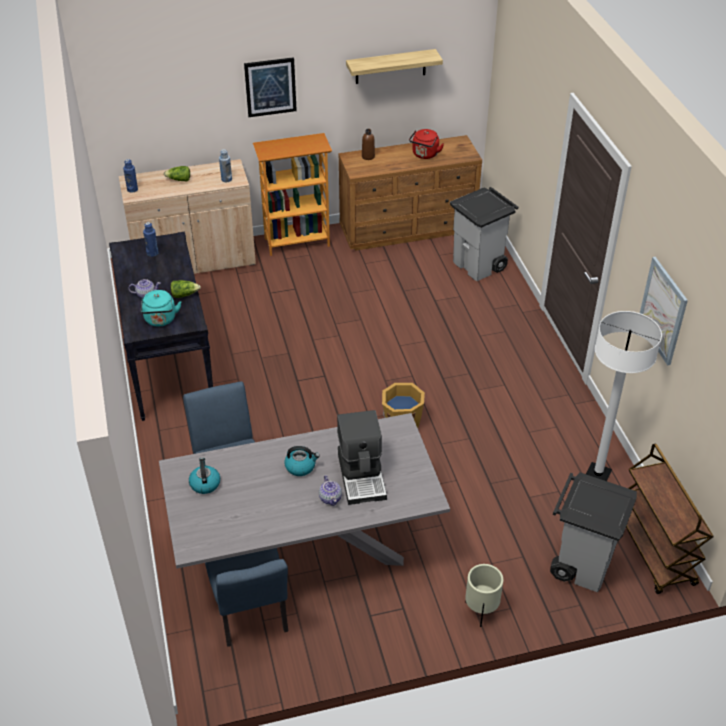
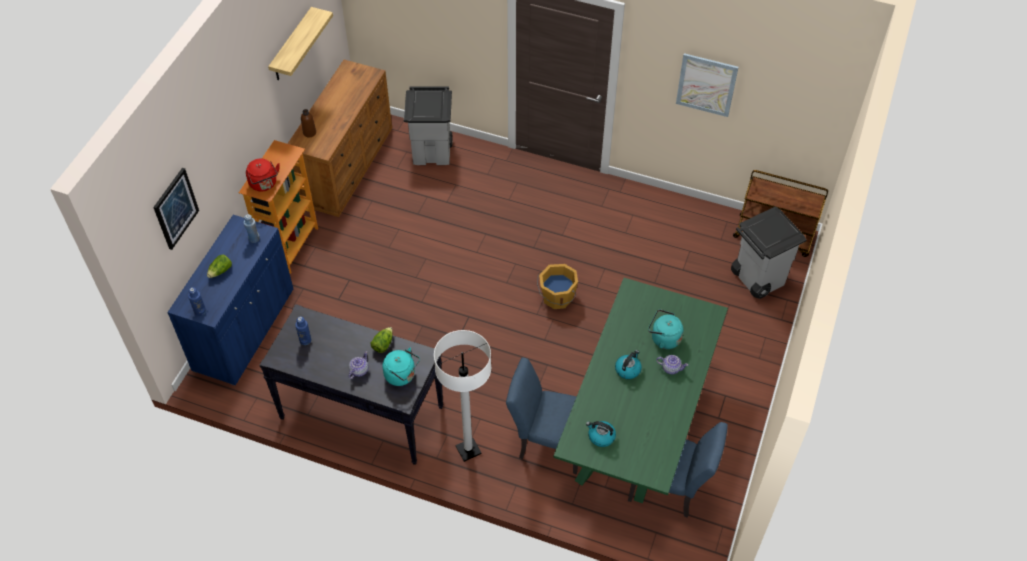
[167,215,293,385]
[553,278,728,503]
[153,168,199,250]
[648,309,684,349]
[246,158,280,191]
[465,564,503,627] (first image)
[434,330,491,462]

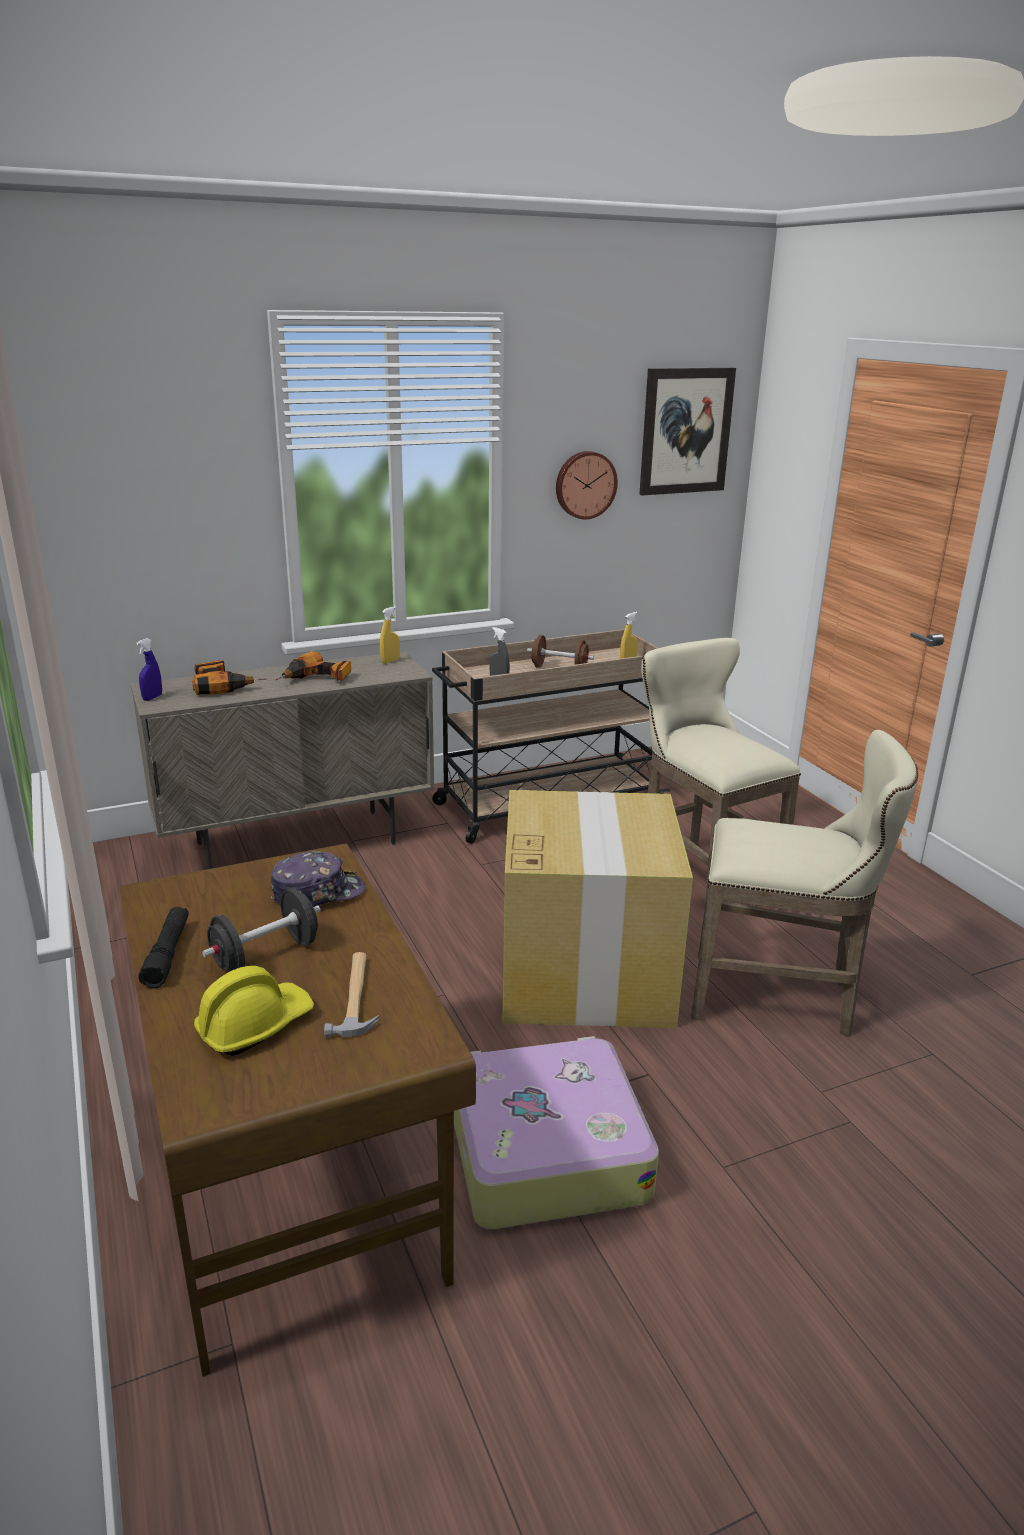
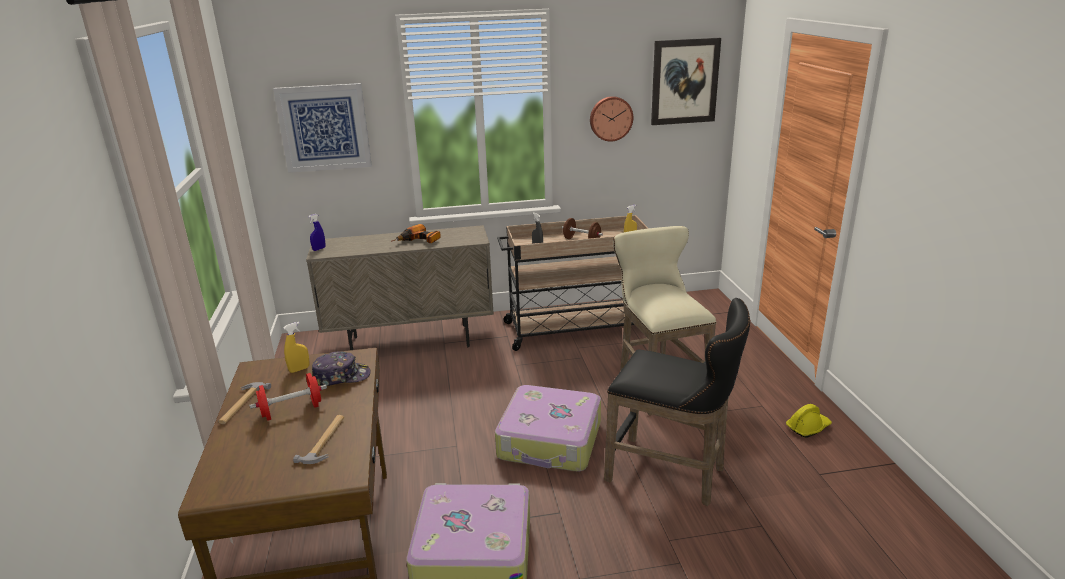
[218,382,271,424]
[192,660,267,695] (first image)
[786,404,832,438]
[249,373,327,421]
[284,322,310,373]
[495,385,601,471]
[604,298,750,506]
[273,83,372,173]

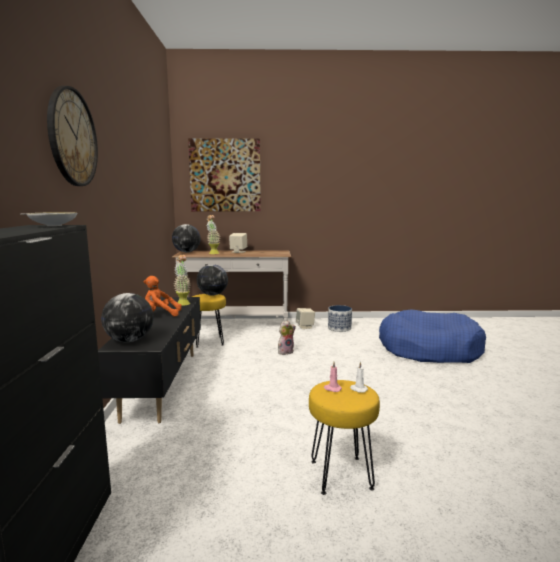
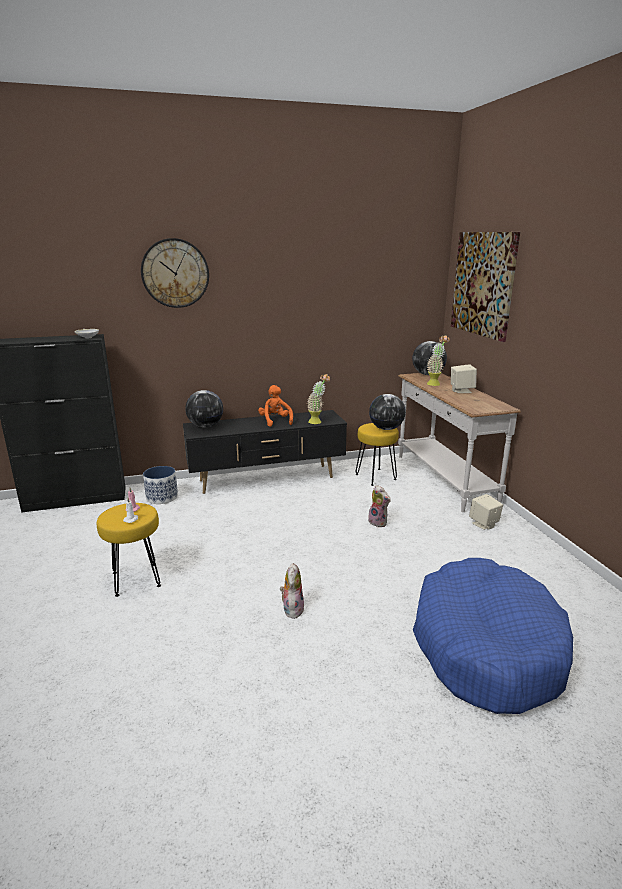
[143,466,178,504]
[280,563,304,619]

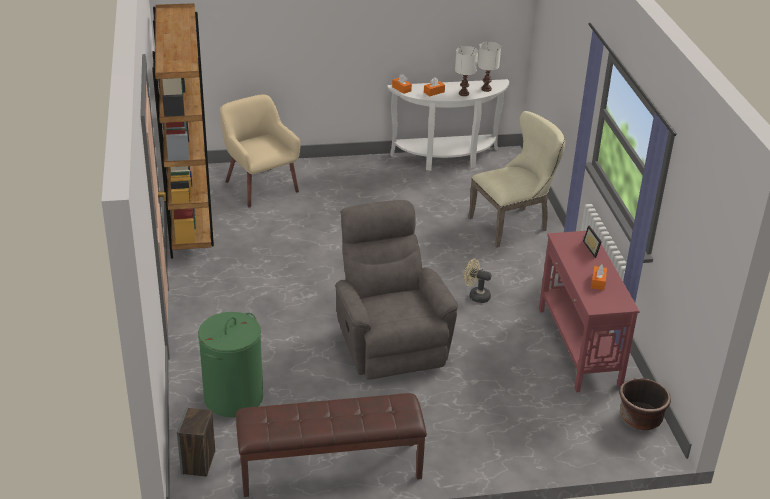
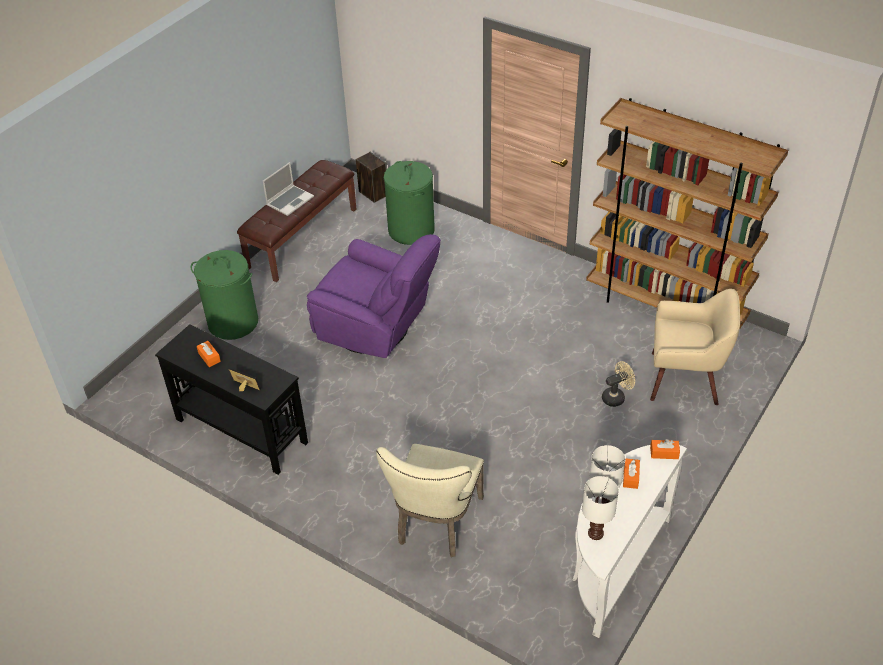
[307,234,441,358]
[602,361,635,407]
[155,324,308,475]
[619,378,671,430] (first image)
[191,250,258,340]
[263,162,314,216]

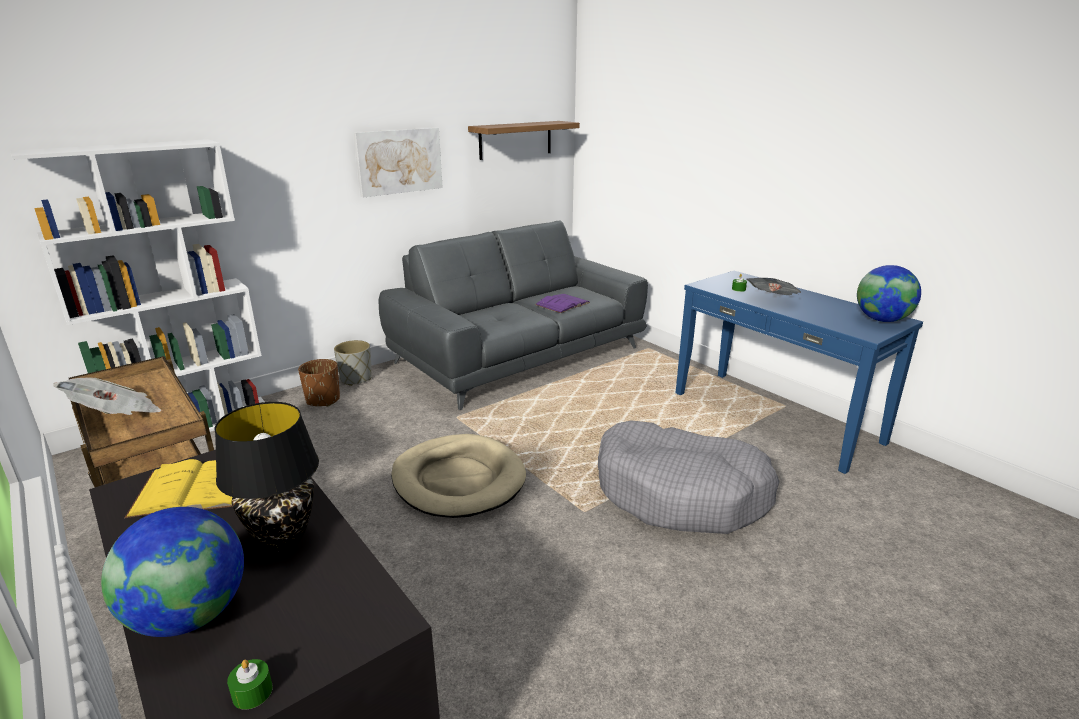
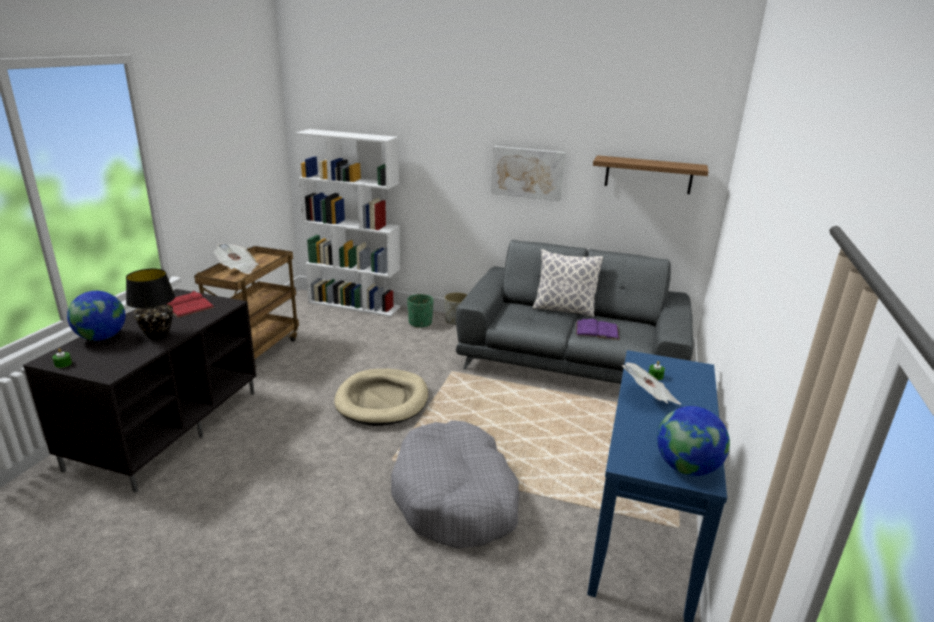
[167,291,215,318]
[407,294,434,328]
[533,249,603,317]

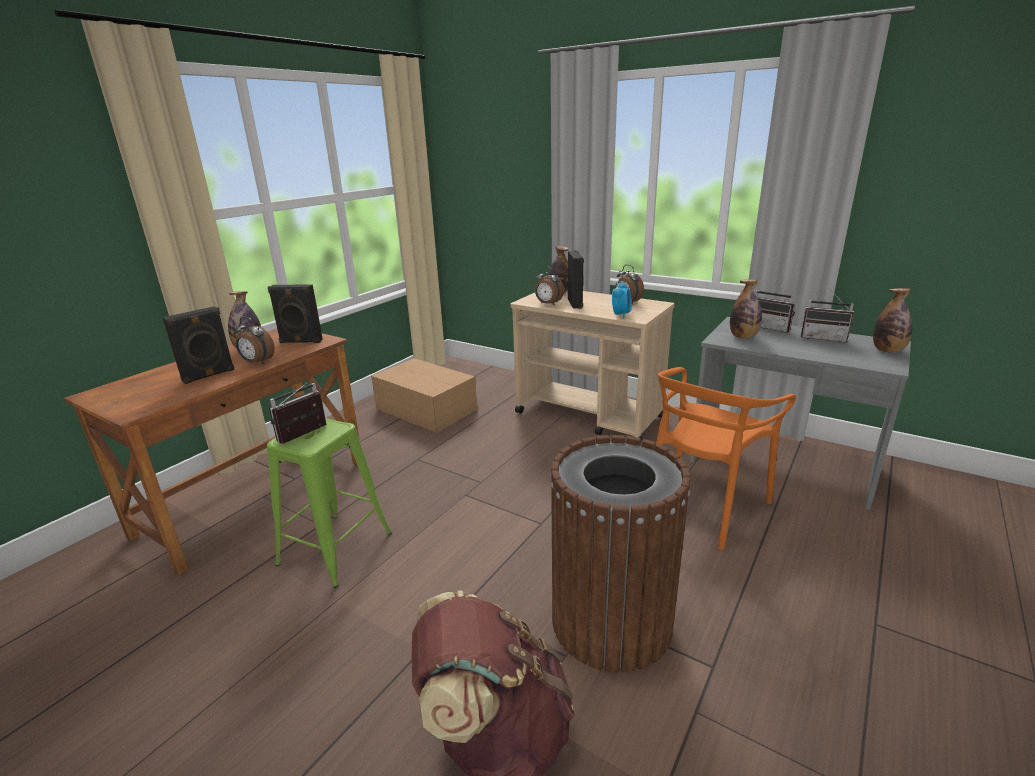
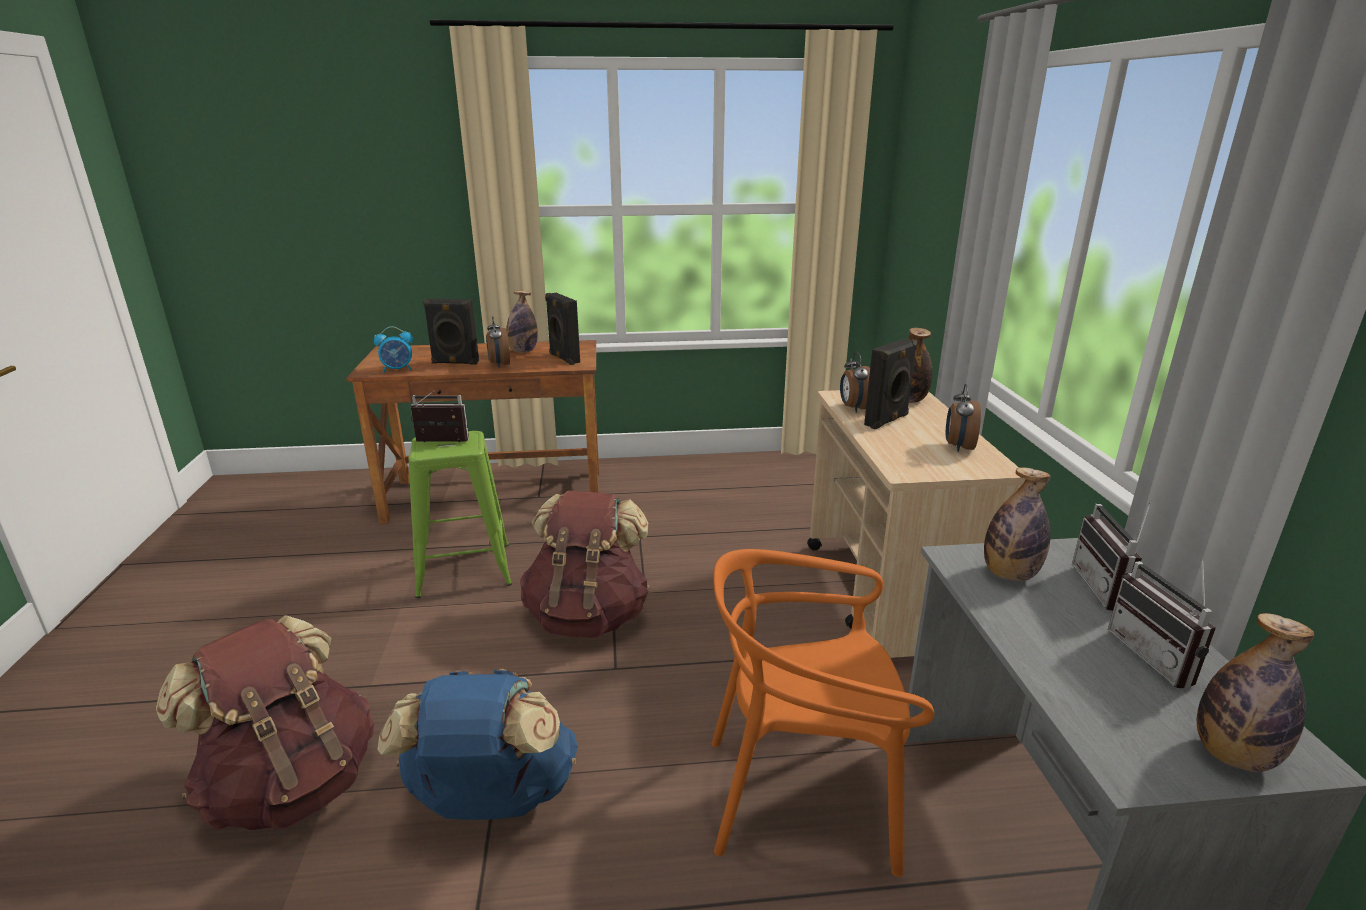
[371,358,477,433] (first image)
[377,669,578,820]
[374,326,413,373]
[520,491,650,638]

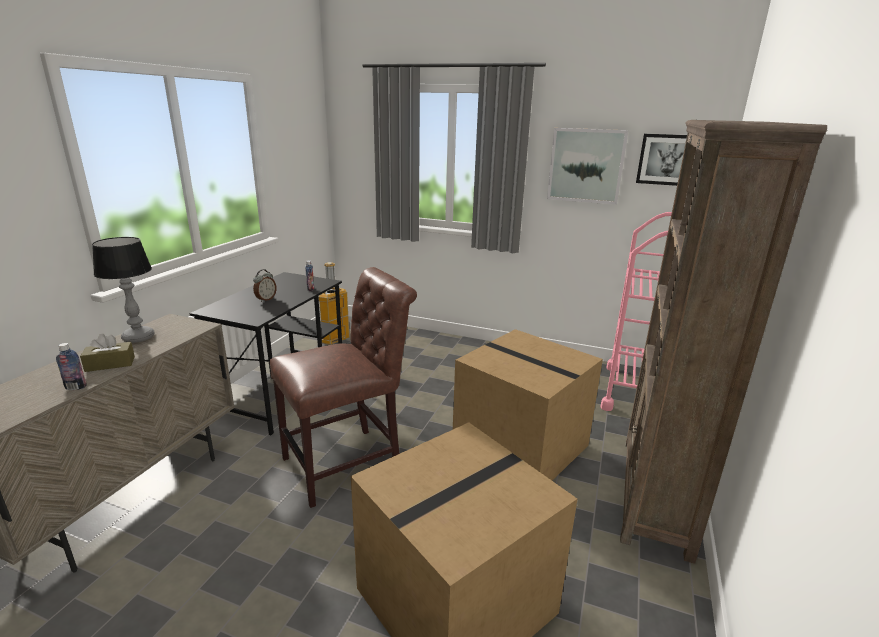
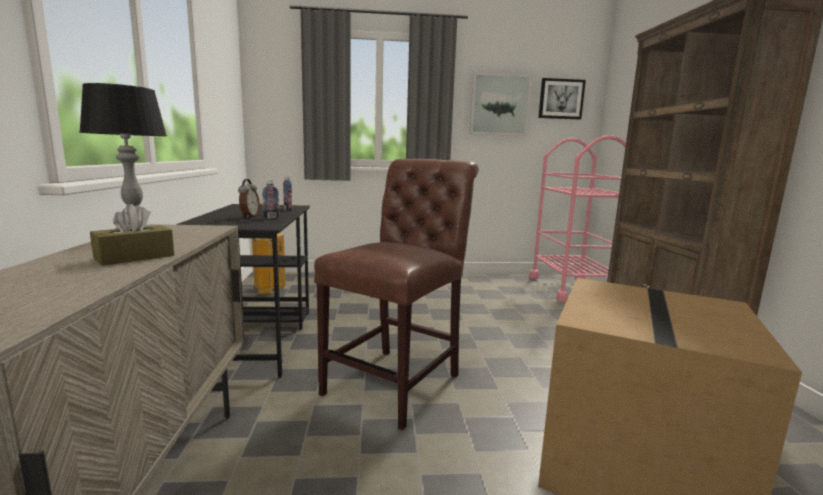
[262,180,280,219]
[453,329,603,481] (first image)

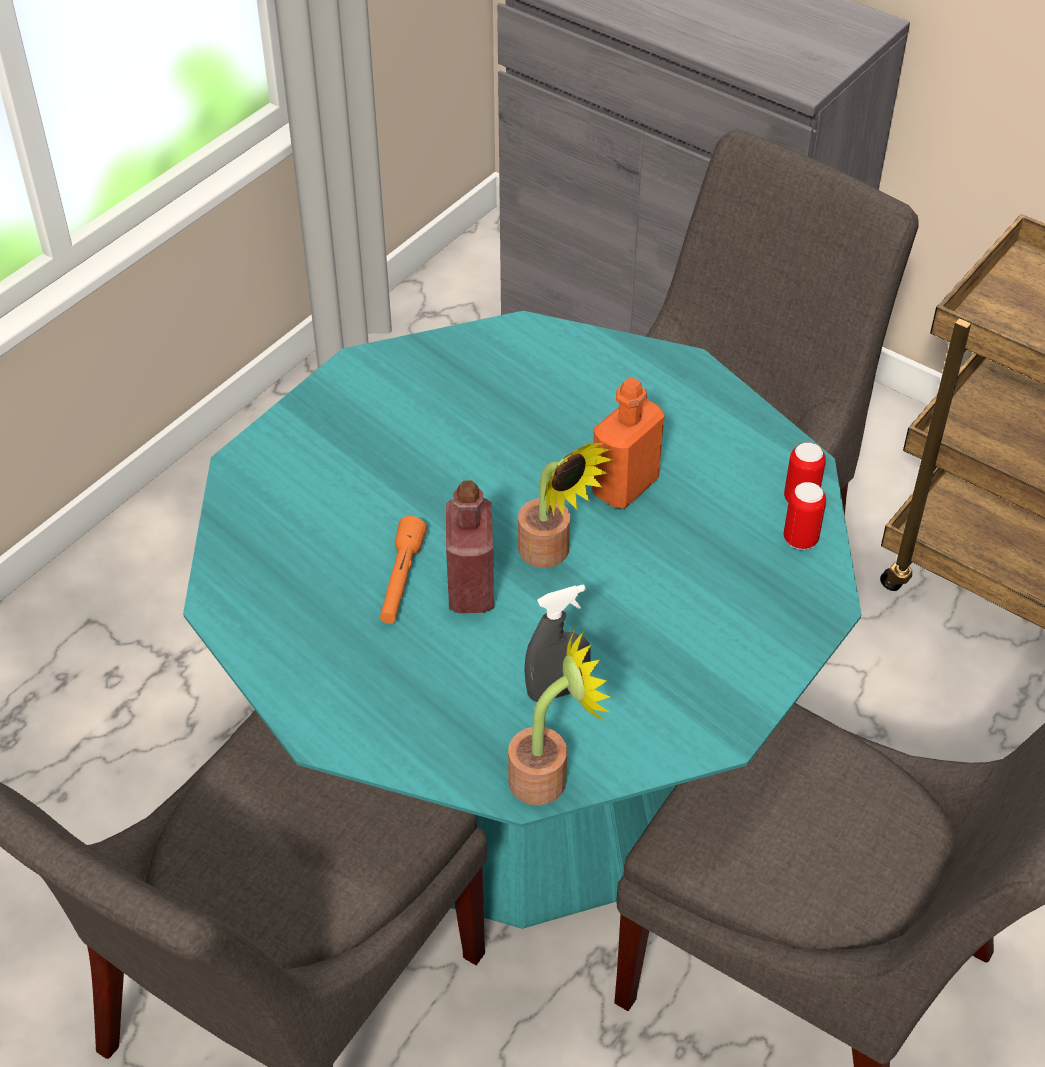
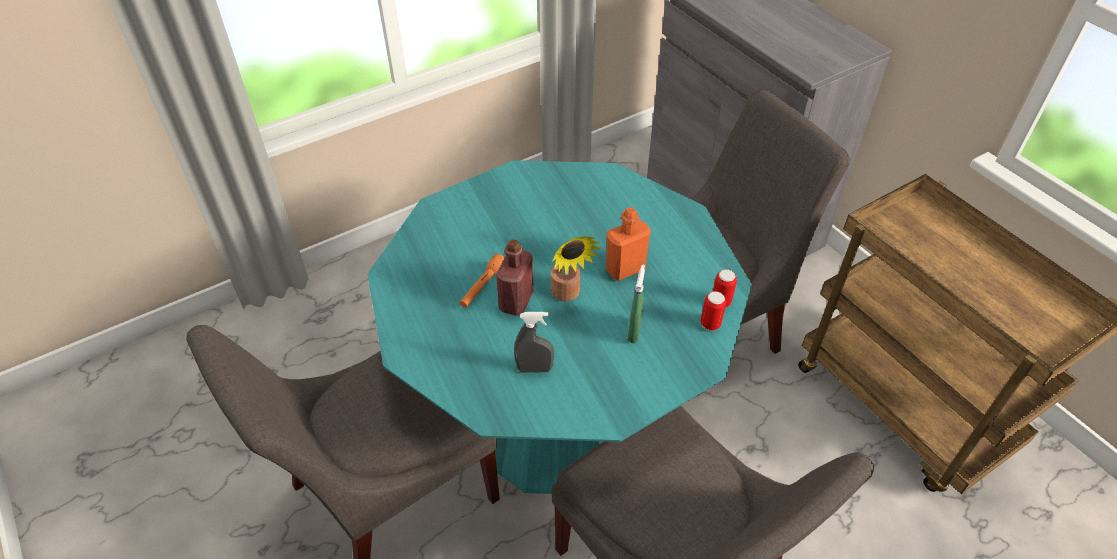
[508,629,611,805] (first image)
[628,265,645,343]

